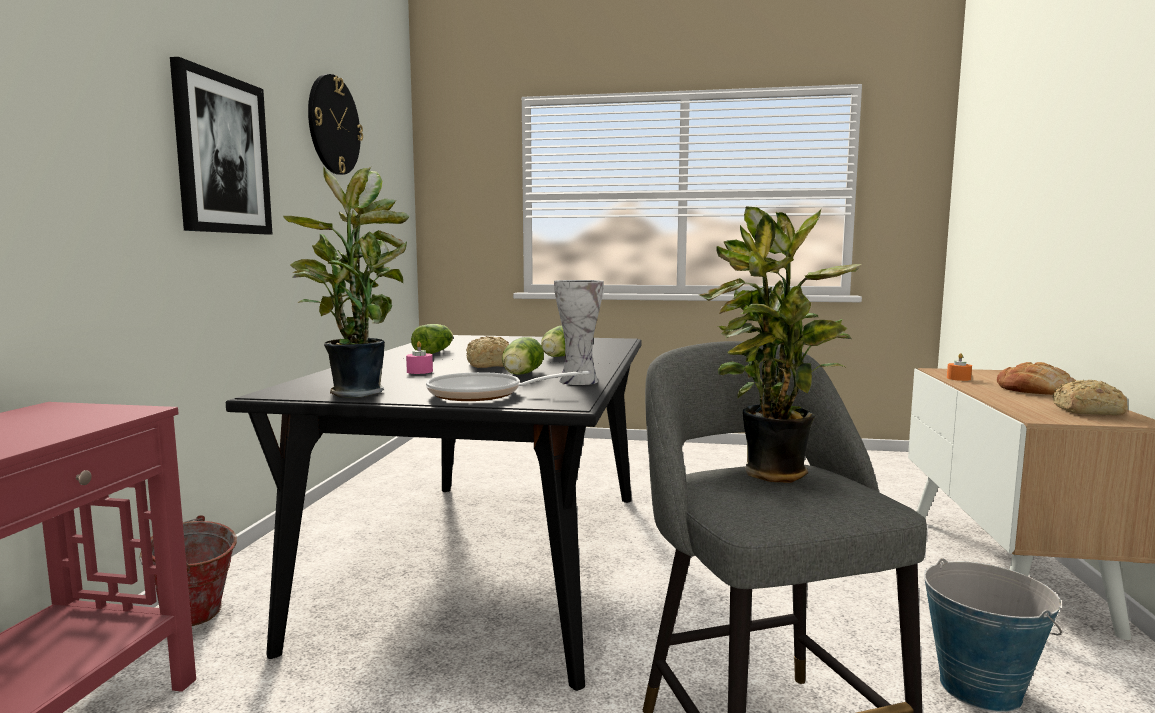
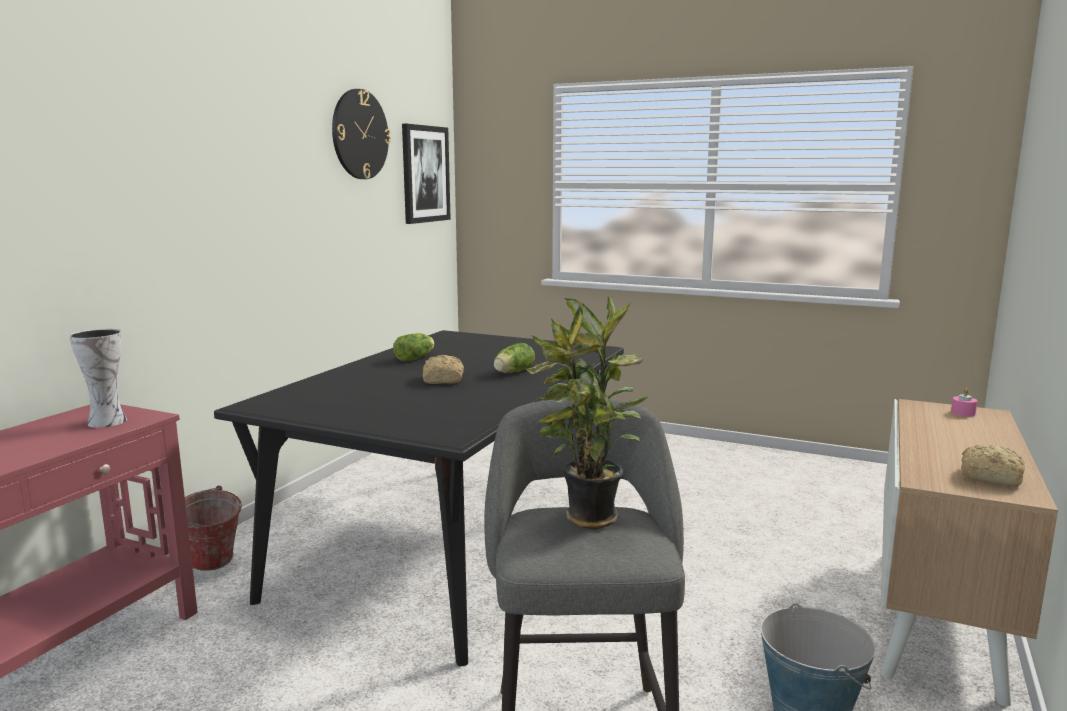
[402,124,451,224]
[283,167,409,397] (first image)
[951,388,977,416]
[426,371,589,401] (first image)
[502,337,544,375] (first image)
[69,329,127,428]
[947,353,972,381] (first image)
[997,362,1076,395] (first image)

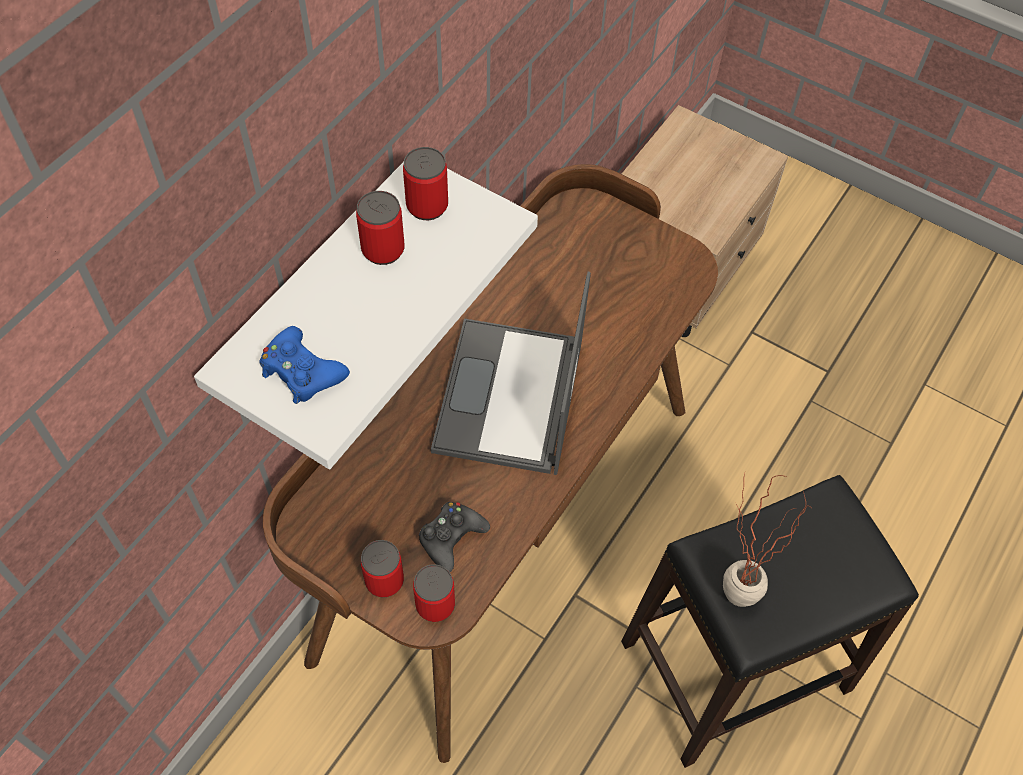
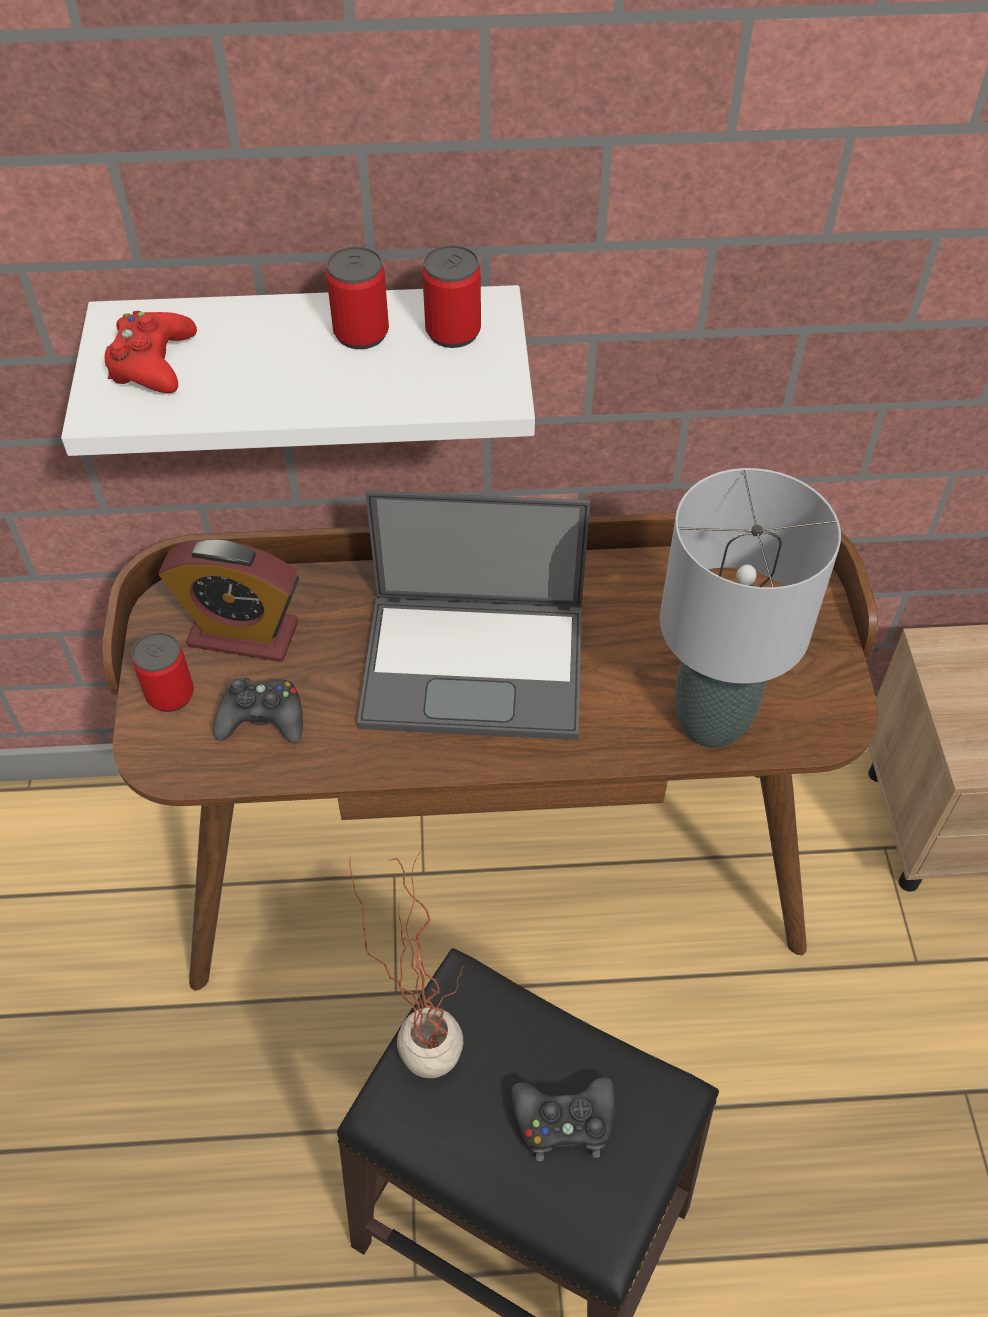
[105,311,197,393]
[413,564,455,622] (first image)
[357,491,590,740]
[158,539,299,662]
[511,1078,615,1161]
[660,468,841,748]

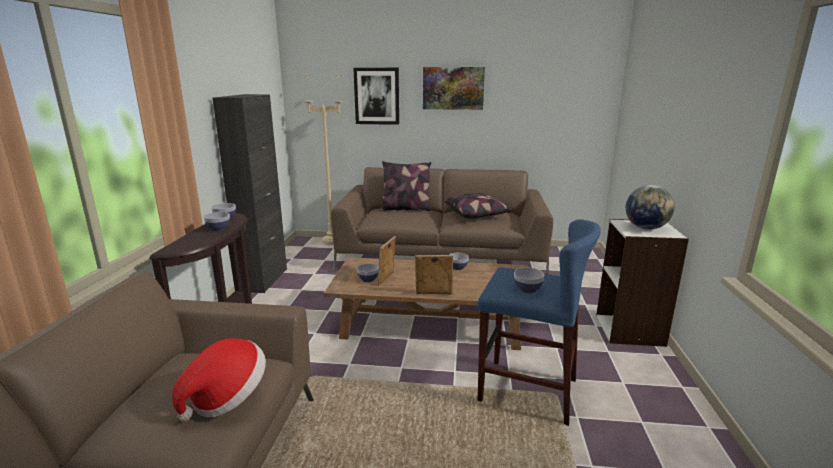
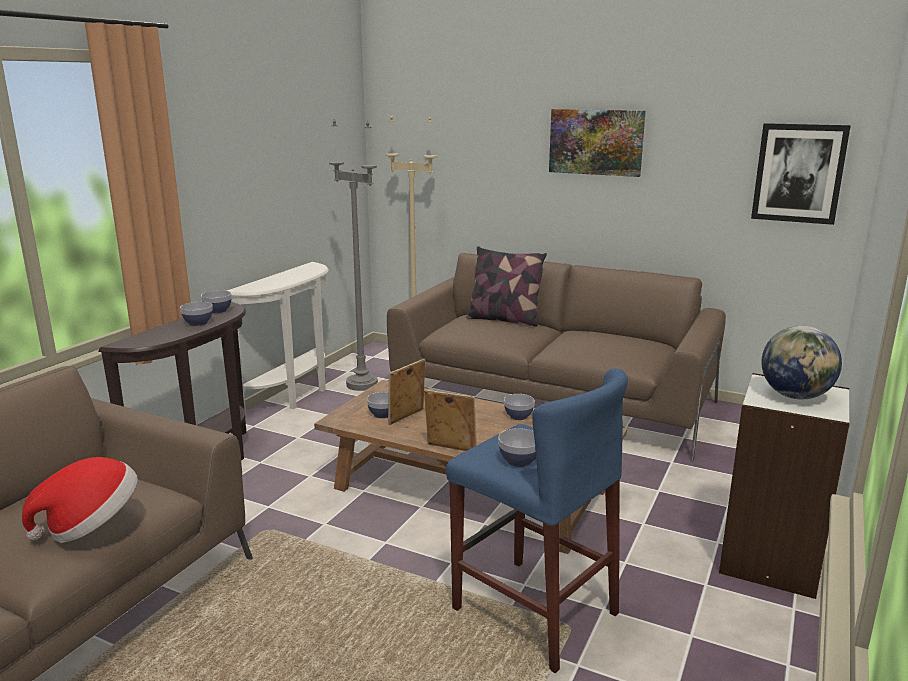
[227,262,329,416]
[751,123,851,225]
[444,193,513,219] (first image)
[329,119,378,391]

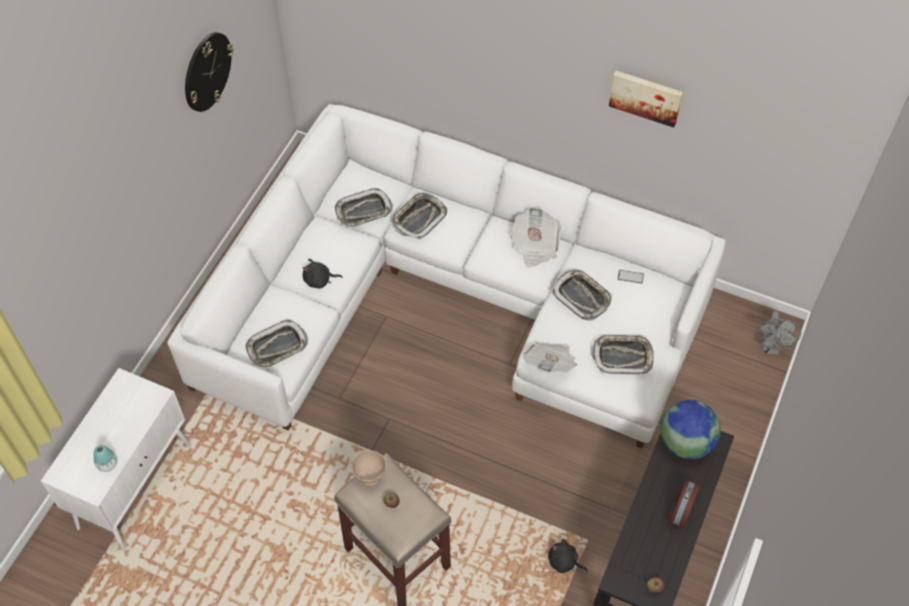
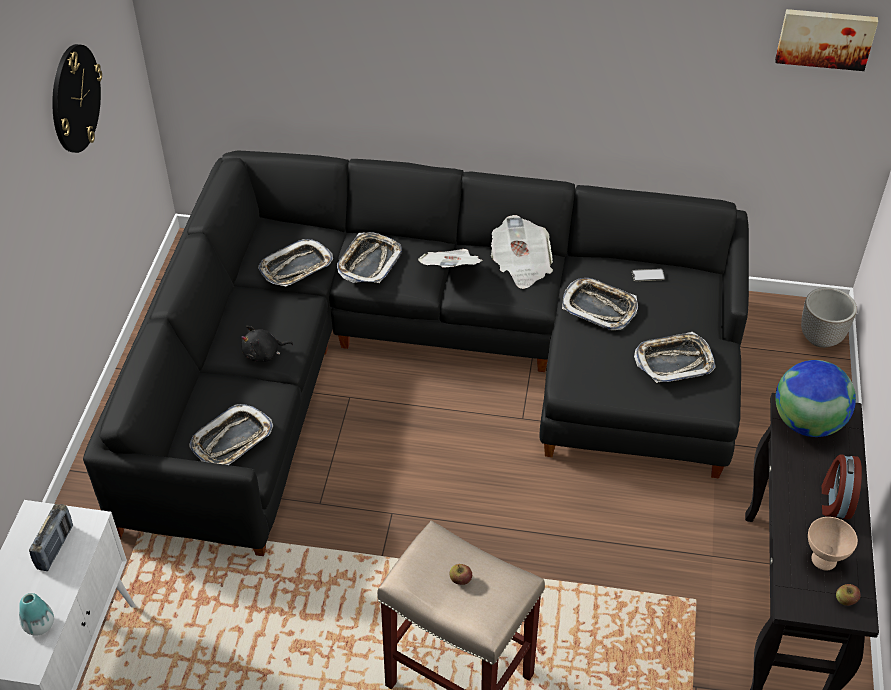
[83,150,749,556]
[808,517,858,570]
[418,249,483,268]
[548,539,587,573] (first image)
[775,9,878,71]
[801,287,857,348]
[29,504,73,571]

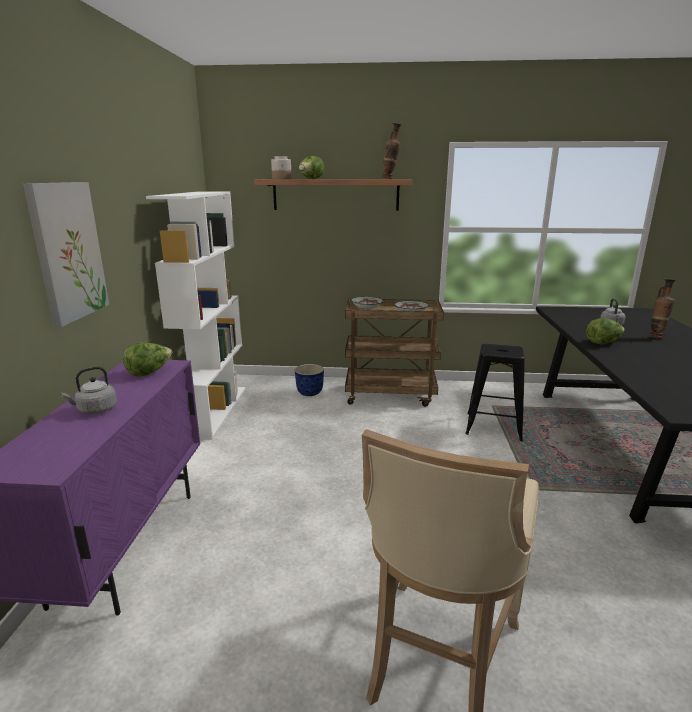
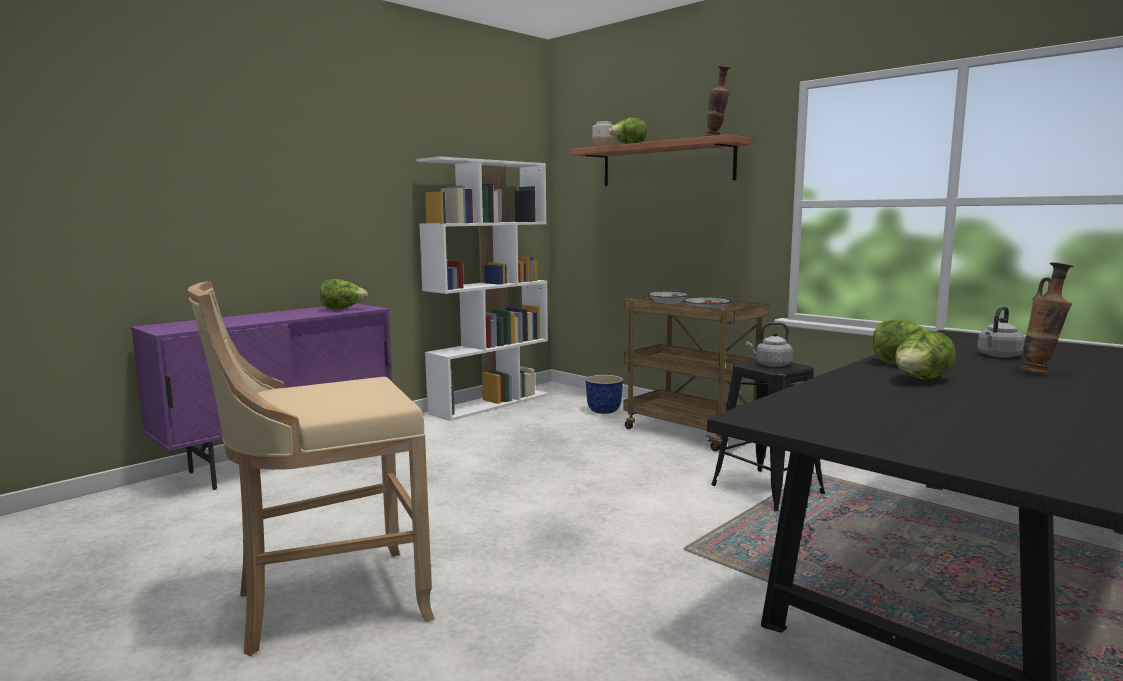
[23,182,109,327] (first image)
[746,322,793,367]
[895,330,956,379]

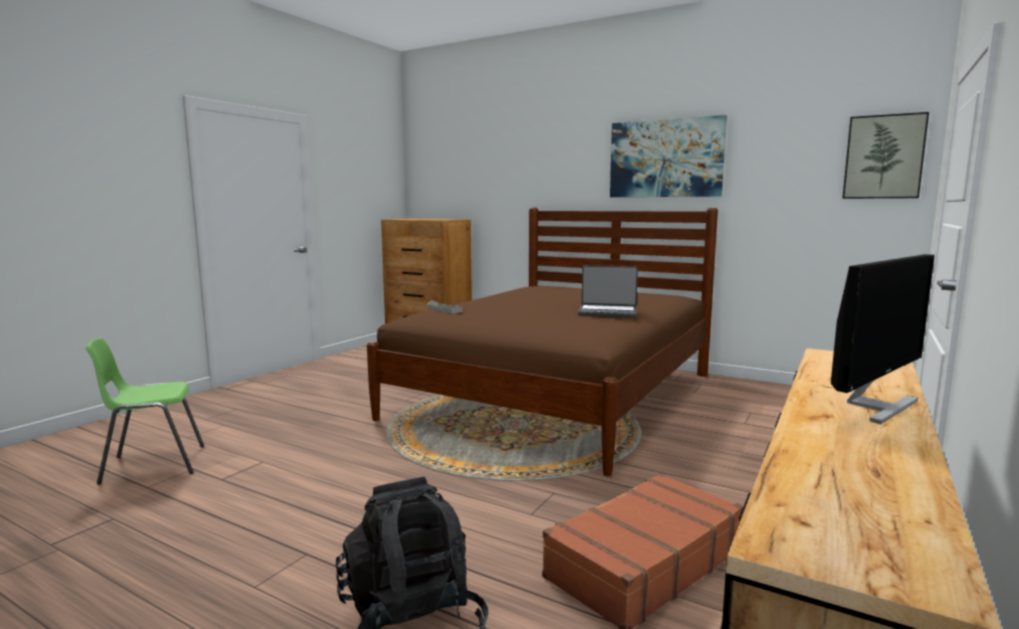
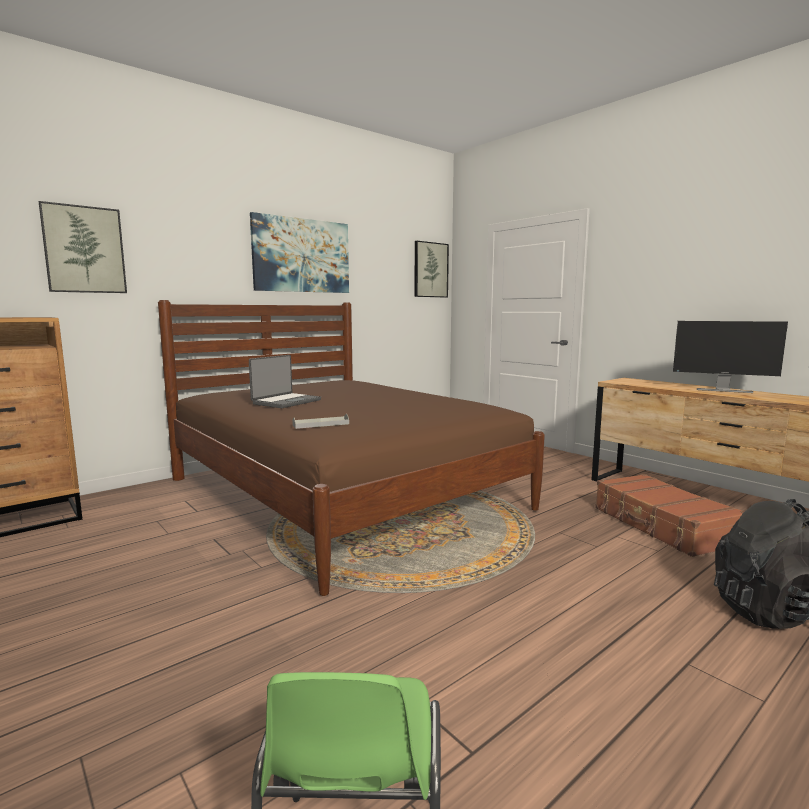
[249,355,321,408]
[673,321,788,393]
[39,201,127,293]

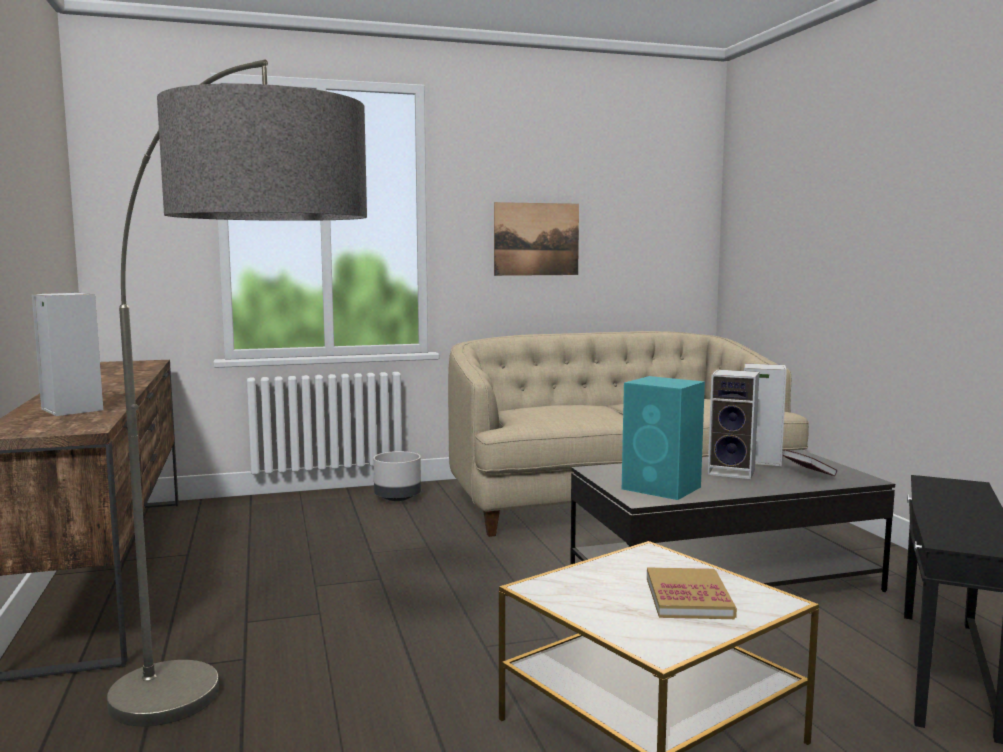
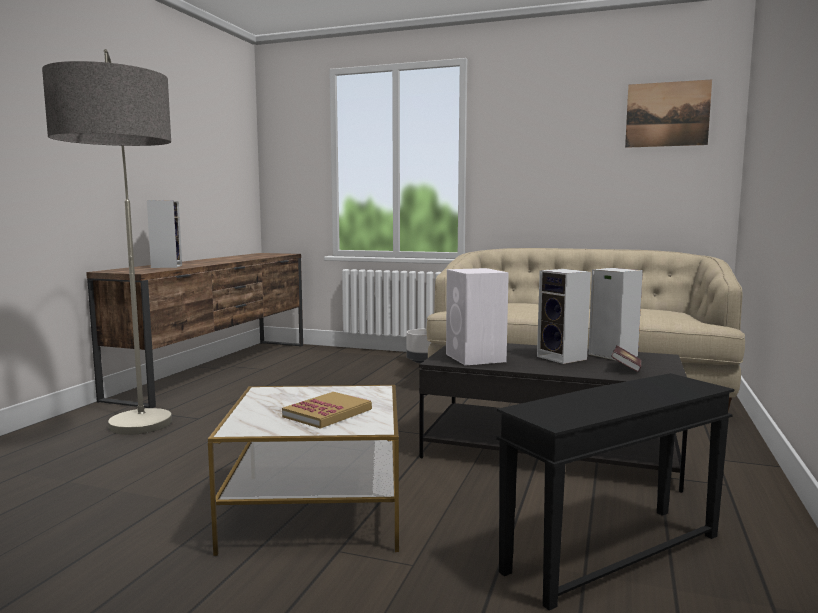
[625,79,712,148]
[446,268,509,365]

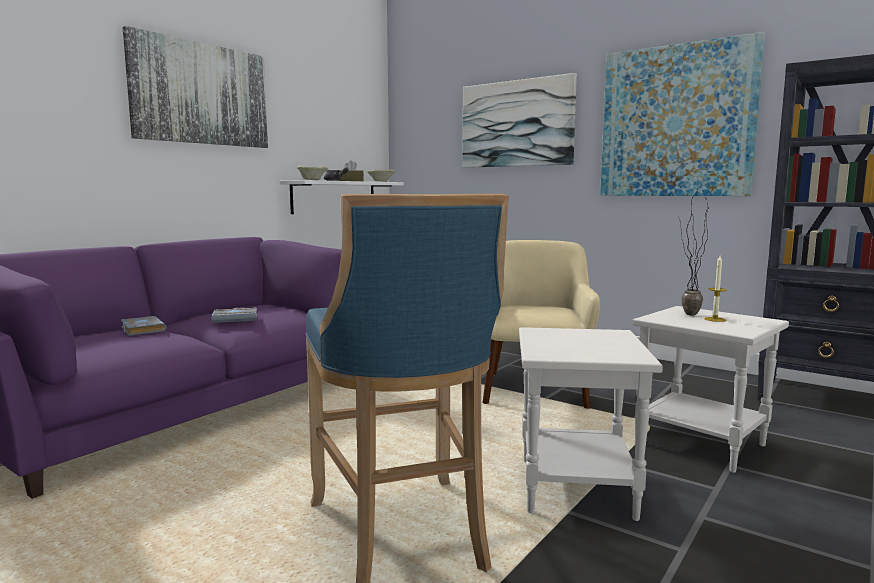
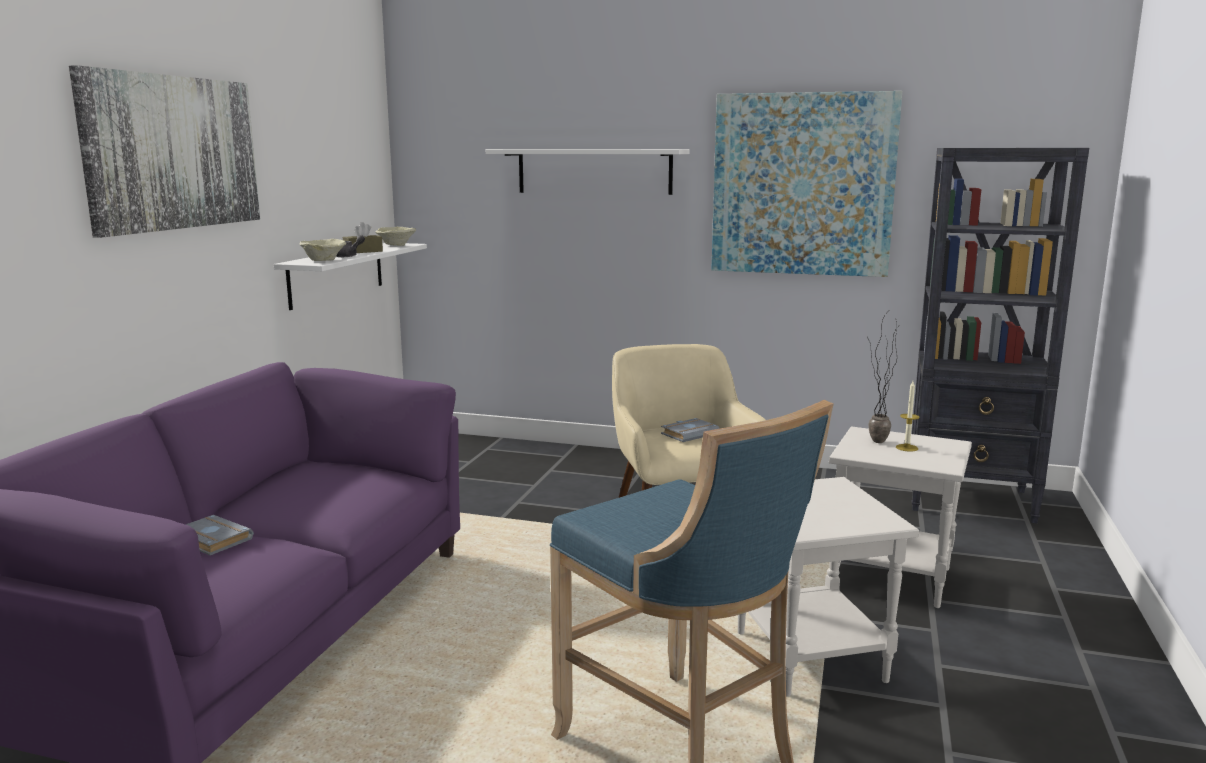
[661,418,720,442]
[486,149,690,195]

